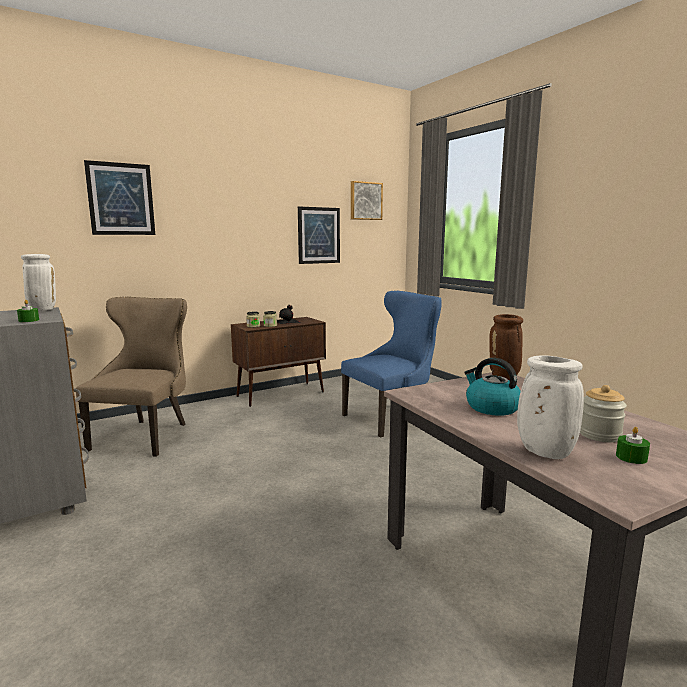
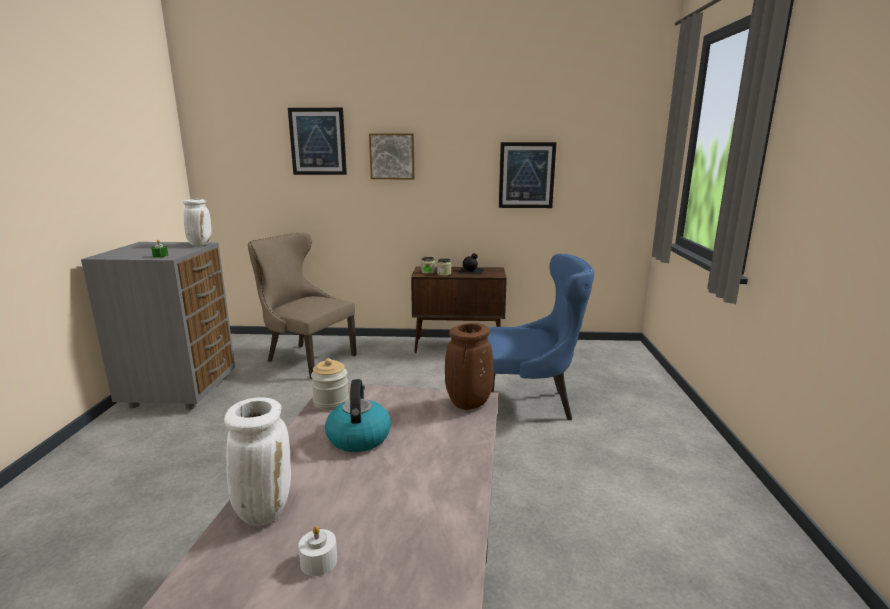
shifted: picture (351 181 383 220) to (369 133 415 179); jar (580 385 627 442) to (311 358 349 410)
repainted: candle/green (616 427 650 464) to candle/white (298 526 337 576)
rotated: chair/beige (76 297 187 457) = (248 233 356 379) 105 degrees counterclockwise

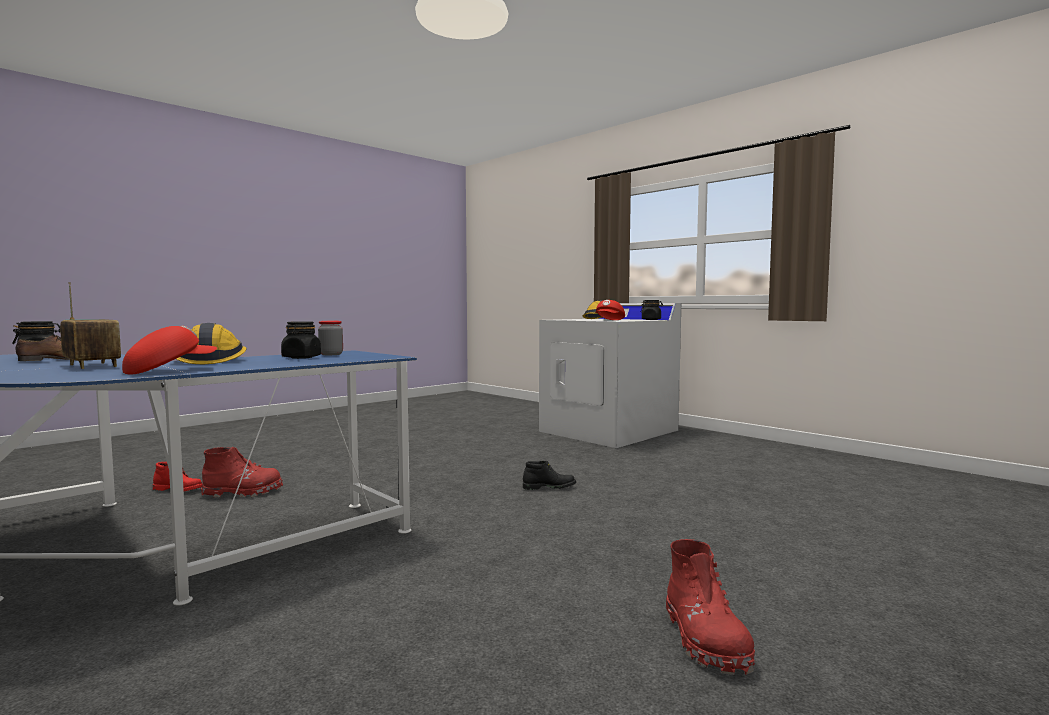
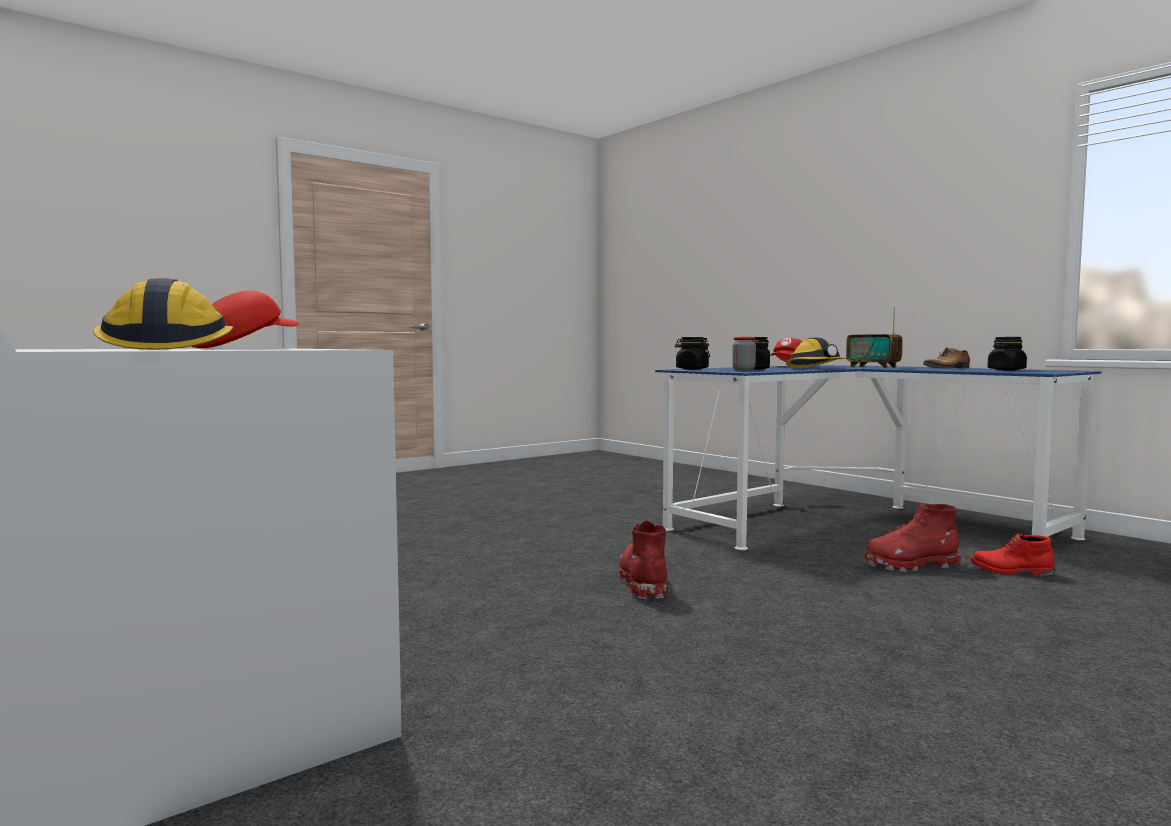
gone: boot/black (523 461 576 490)
shifted: jar/black (640 300 663 320) to (675 337 710 370); boot/red (666 539 755 675) to (619 520 668 599)

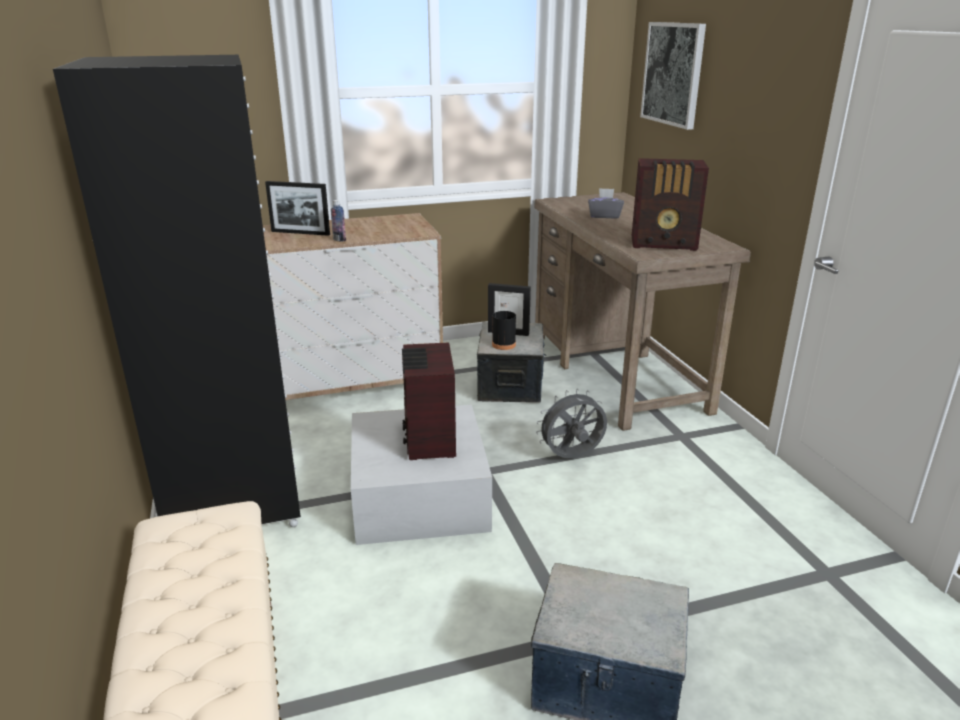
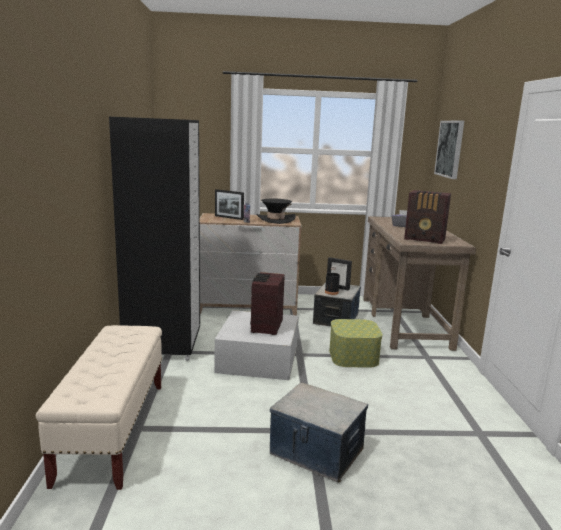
new: hat/black (257 198 296 224)
swapped: fan/grey (536 389 607 458) to storage box (329 319 383 368)

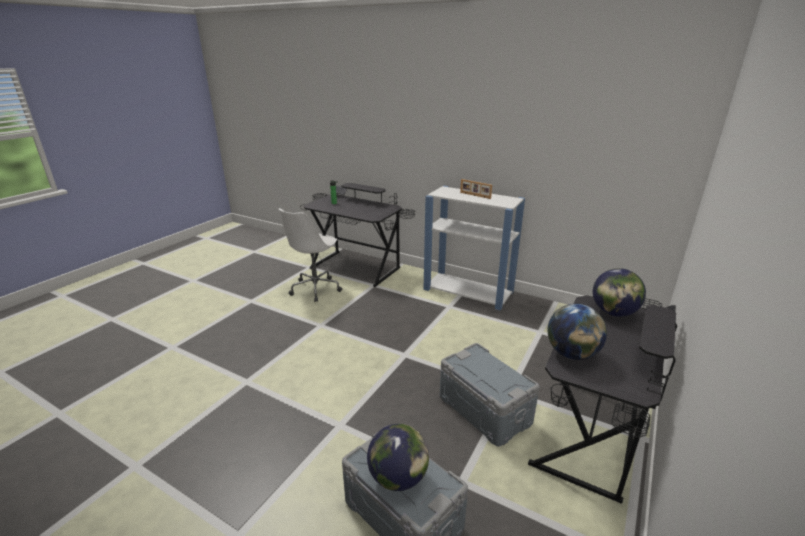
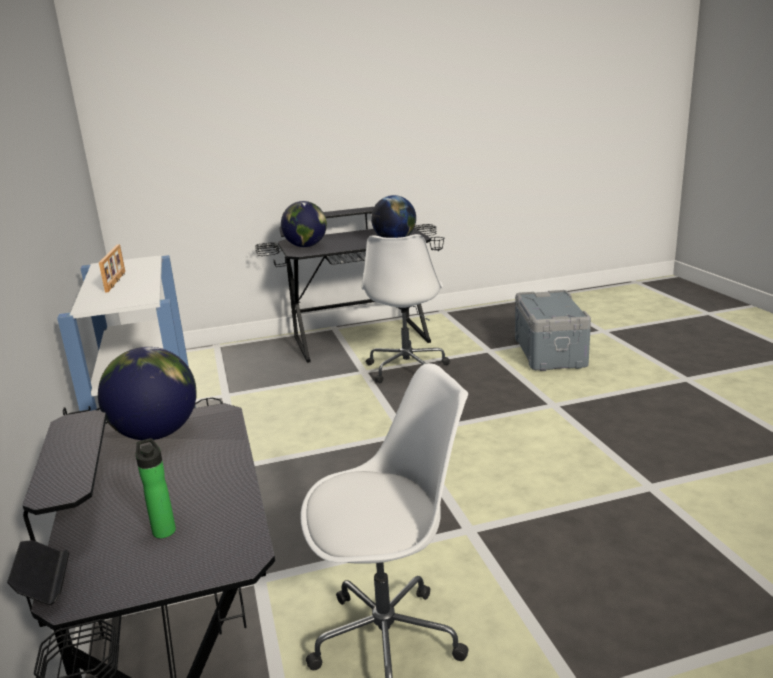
shifted: globe (367 424 429 491) to (98 347 197 440)
swapped: storage box/grey (440 343 540 447) to office chair/white (362 234 450 383)

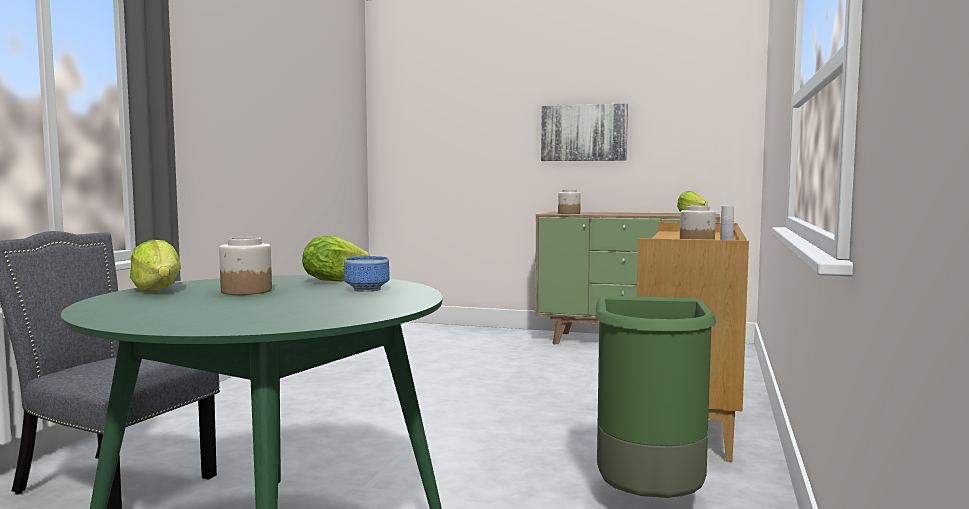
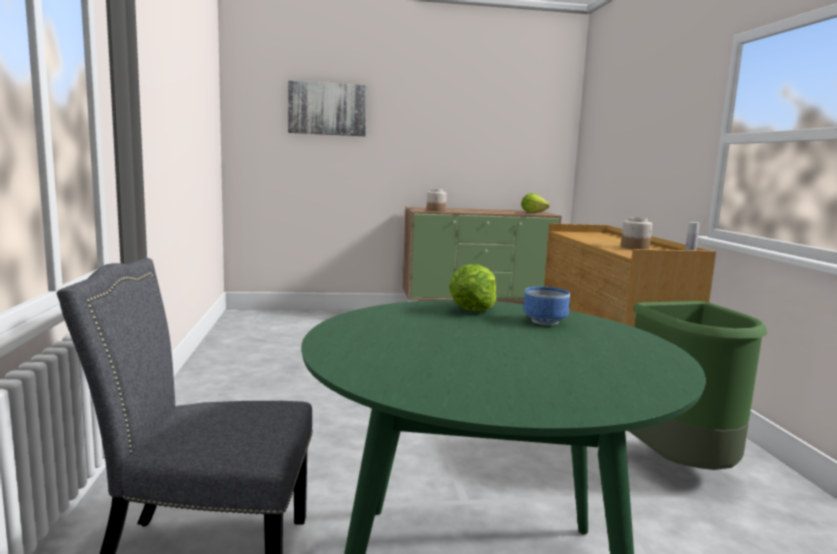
gone: lettuce (130 240 181 292); jar (219 237 272 295)
shifted: picture (541 103 628 161) to (288 80 367 136)

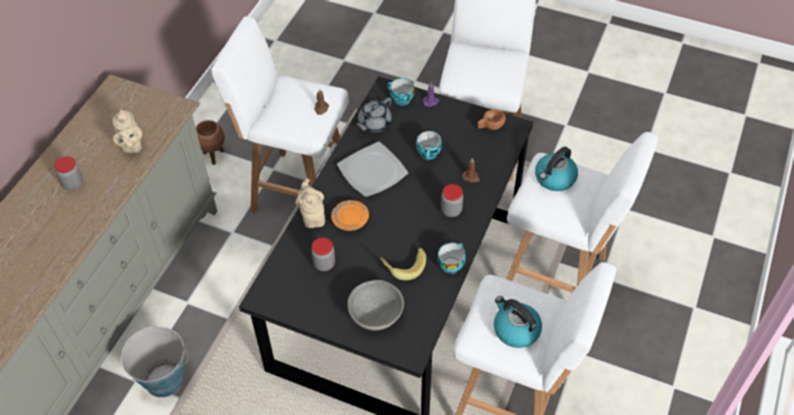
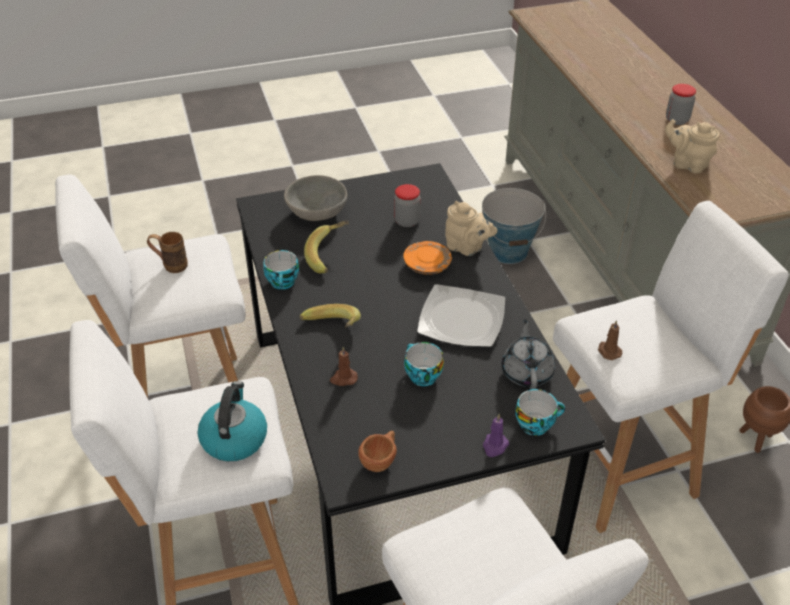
swapped: jar (441 184 463 217) to banana (300 304 361 328); kettle (494 296 542 348) to mug/brown (147 232 188 273)

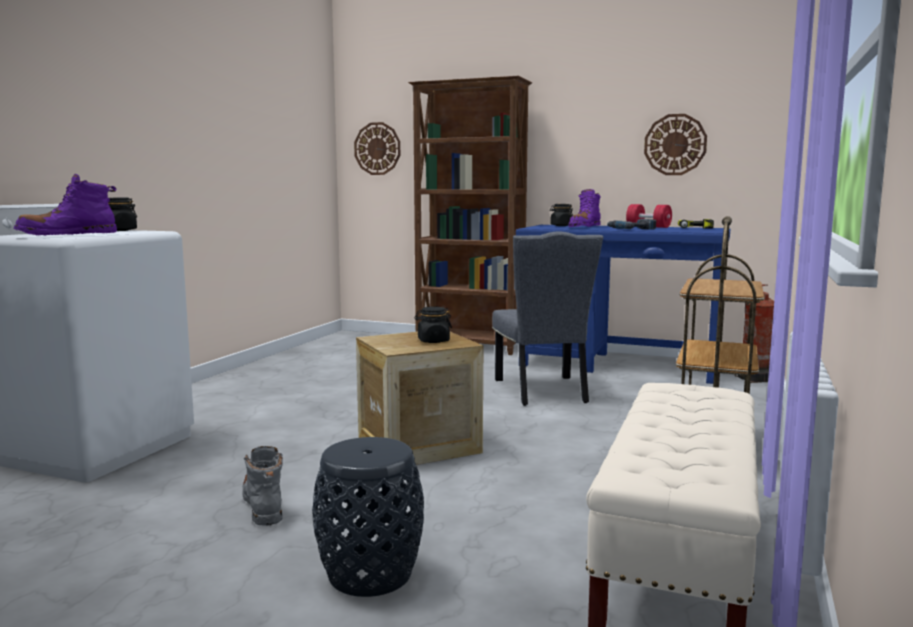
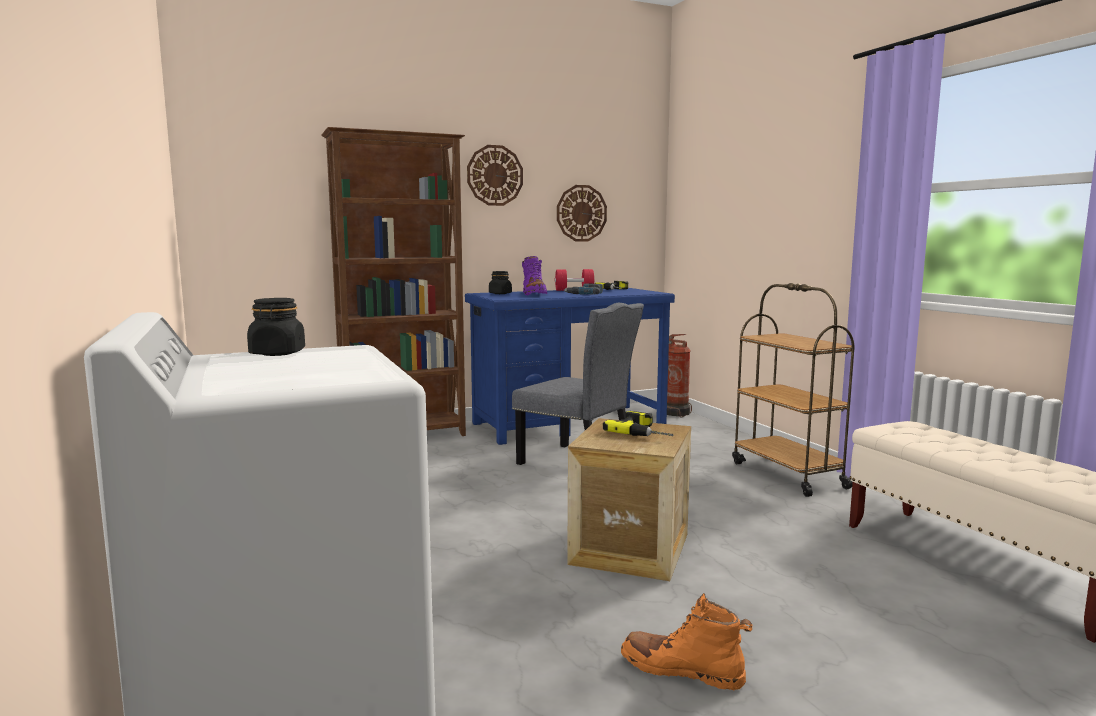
gone: boot/purple (14 174 117 236); stool/black (312 437 424 597)
shifted: wall clock (354 122 400 175) to (467 145 523 206)
swapped: jar/black (414 307 452 343) to power drill (603 411 673 436)
repainted: boot/grey (242 446 283 526) to boot/orange (621 593 752 690)

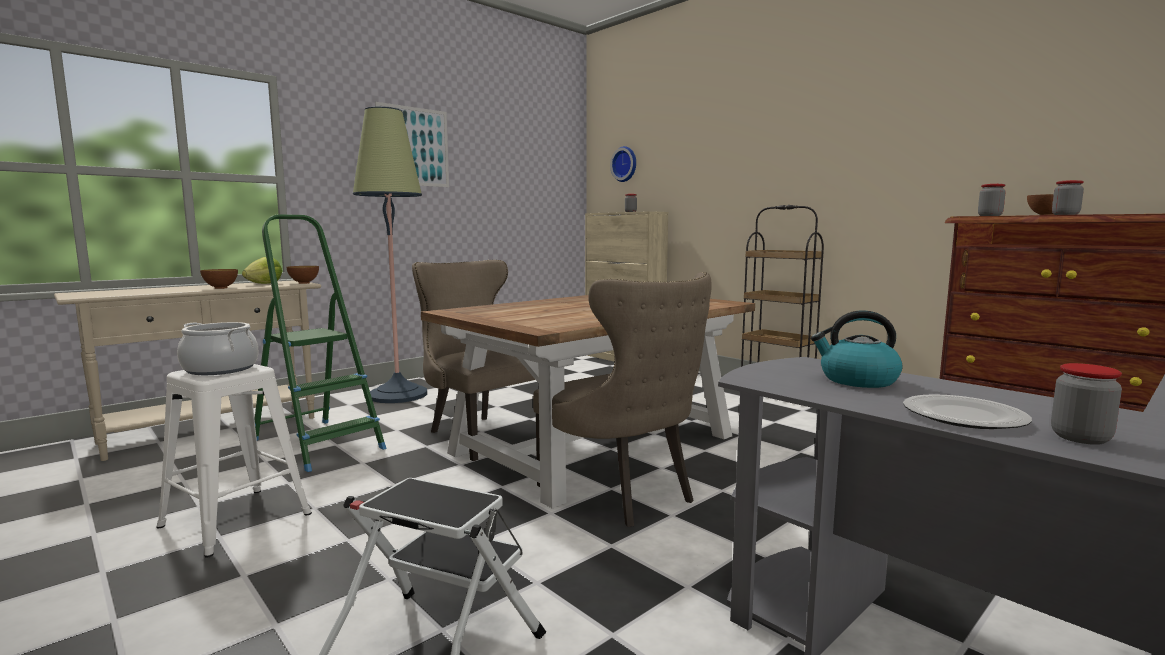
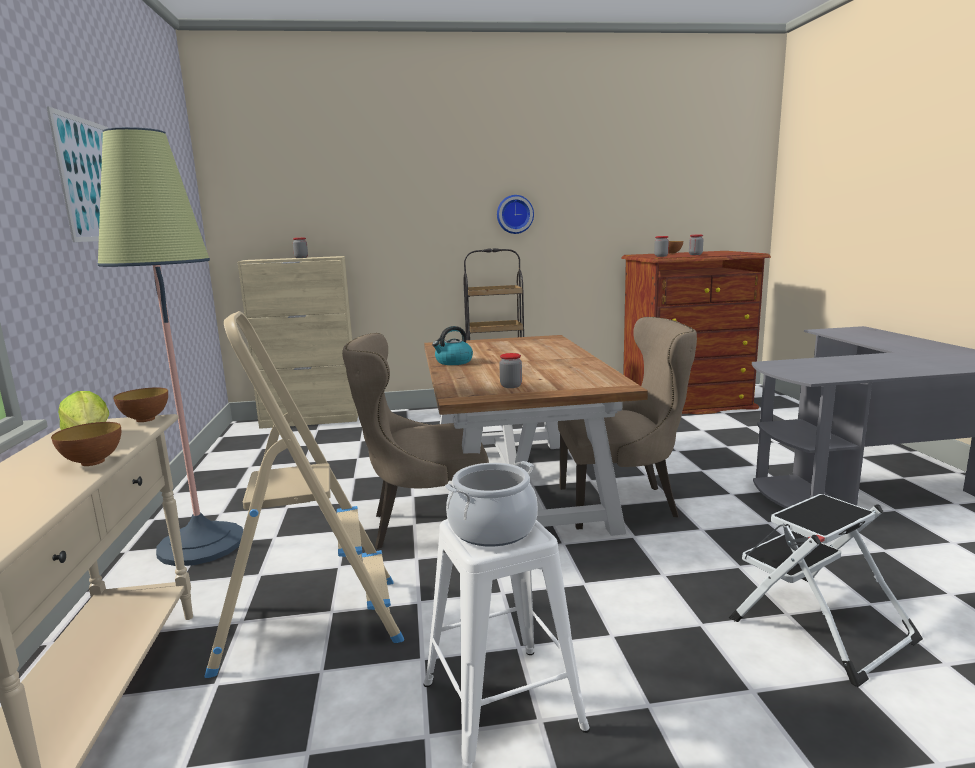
gone: plate (903 394 1032 429)
shifted: wall clock (610 146 636 182) to (497 195 534 234); kettle (811 310 902 388) to (432 326 473 365); jar (1051 363 1122 445) to (499 353 522 388)
repainted: step ladder/green (255 214 386 472) to step ladder/beige (204 311 404 678)

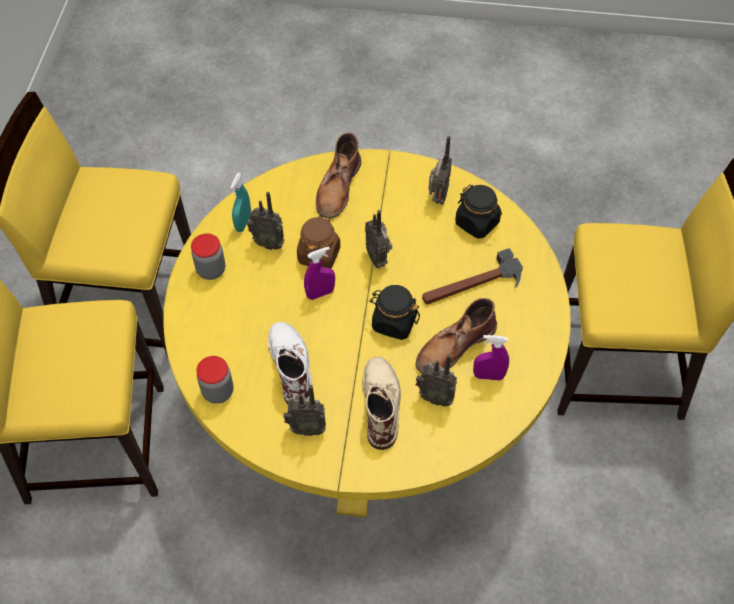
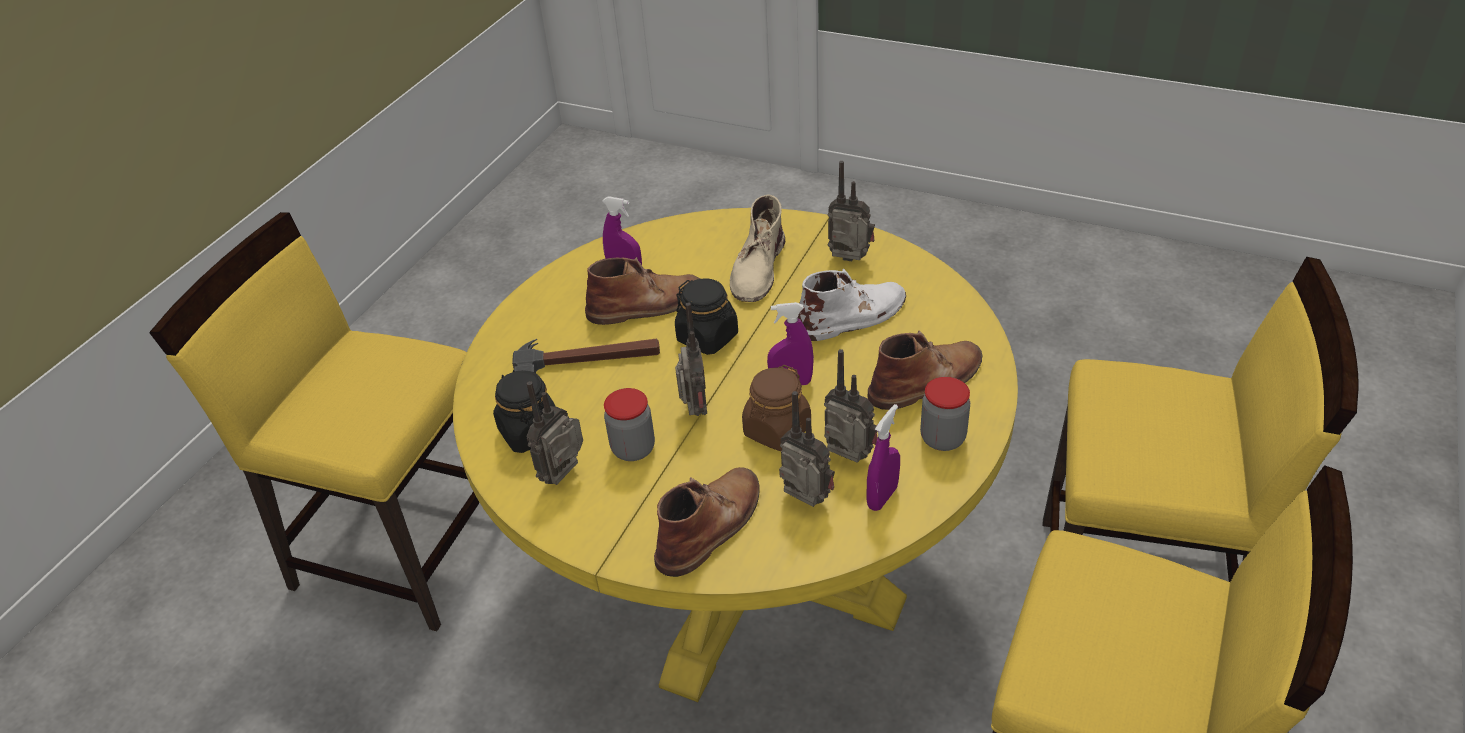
new: boot/brown (867 331 983 410)
shifted: jar (196 356 234 404) to (604 388 655 461); radio (416 354 457 407) to (779 391 835 507)
repainted: spray bottle/turquoise (230 173 251 232) to spray bottle/purple (866 404 900 511)
rotated: boot/white (268 322 312 404) = (798 269 906 341) 120 degrees counterclockwise

